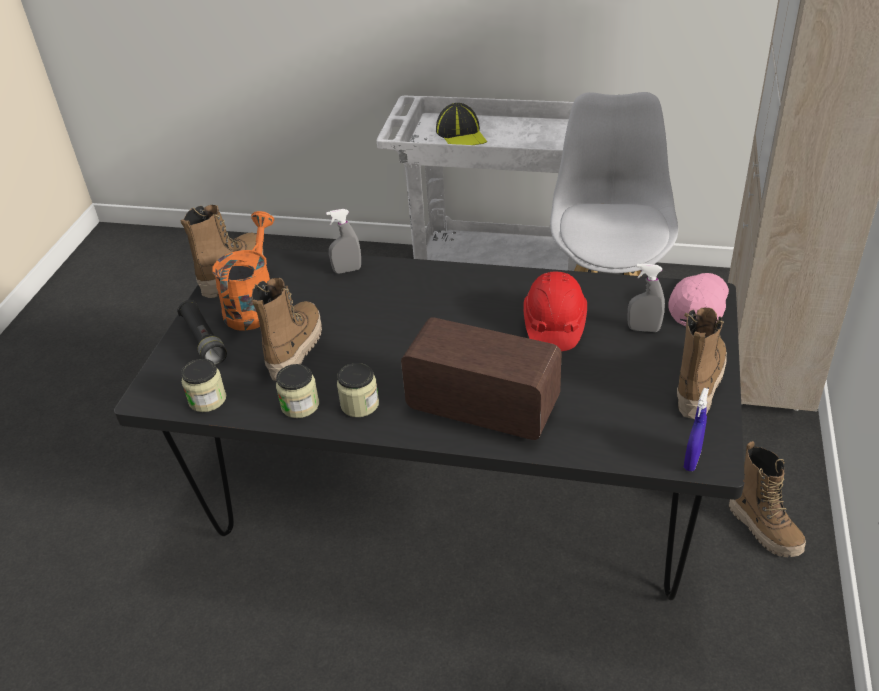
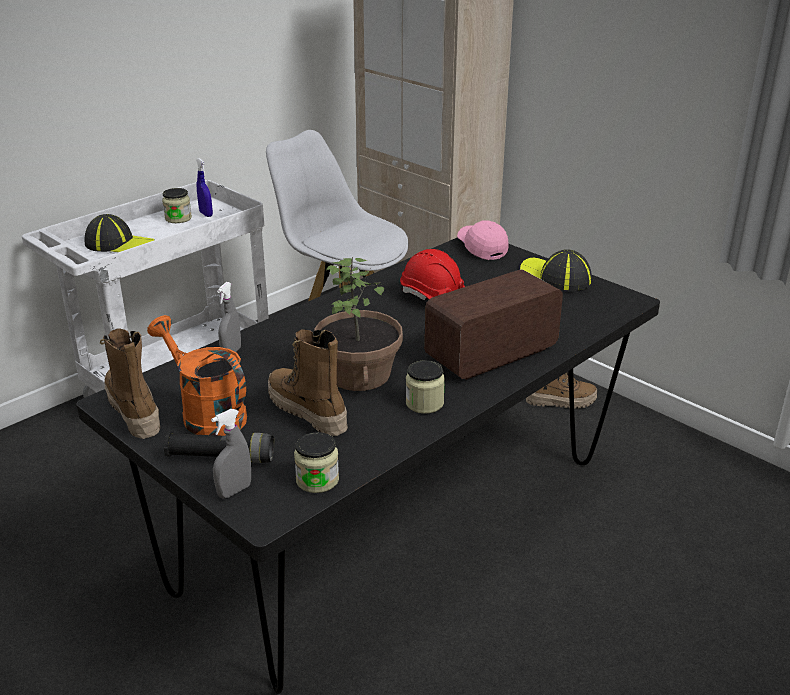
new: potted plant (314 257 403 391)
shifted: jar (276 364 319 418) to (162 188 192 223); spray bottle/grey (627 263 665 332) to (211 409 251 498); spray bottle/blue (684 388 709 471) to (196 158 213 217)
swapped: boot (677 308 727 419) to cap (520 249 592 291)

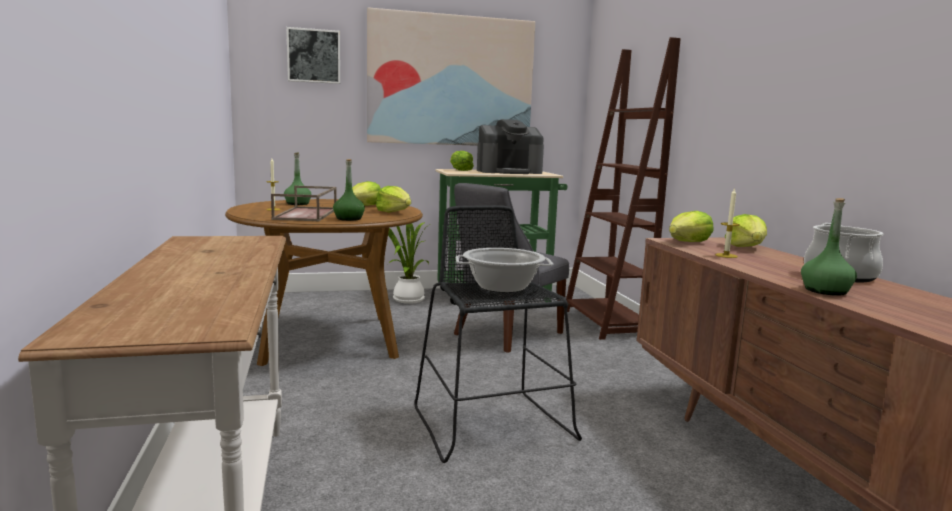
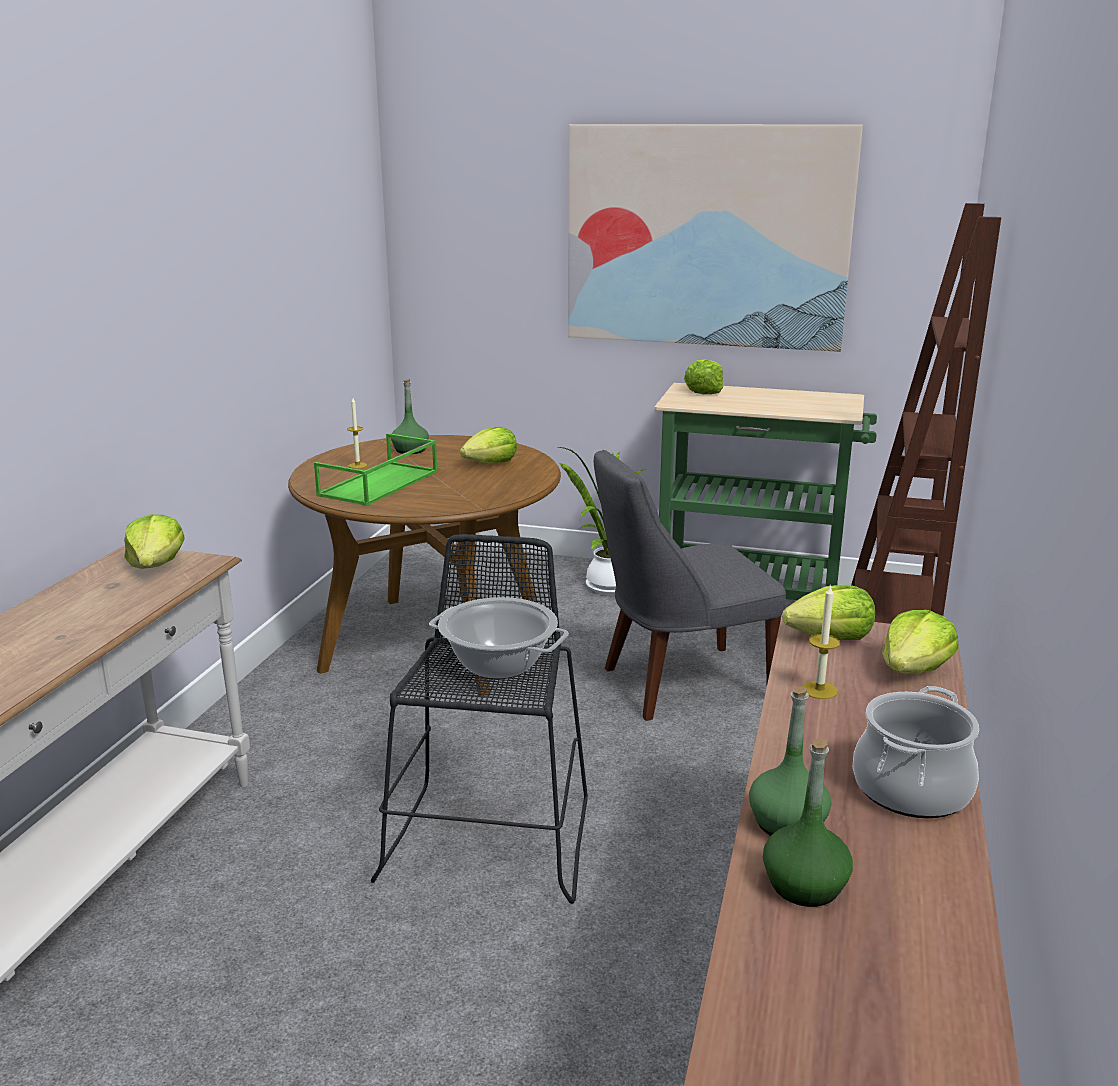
gone: picture (287 27 340 84); coffee machine (477 119 544 174)
shifted: bottle/green (333 159 365 221) to (763 738 853 907); lettuce (376 186 411 213) to (124 514 185 569)
repainted: tray/brown (271 186 337 221) to tray/green (314 433 438 506)

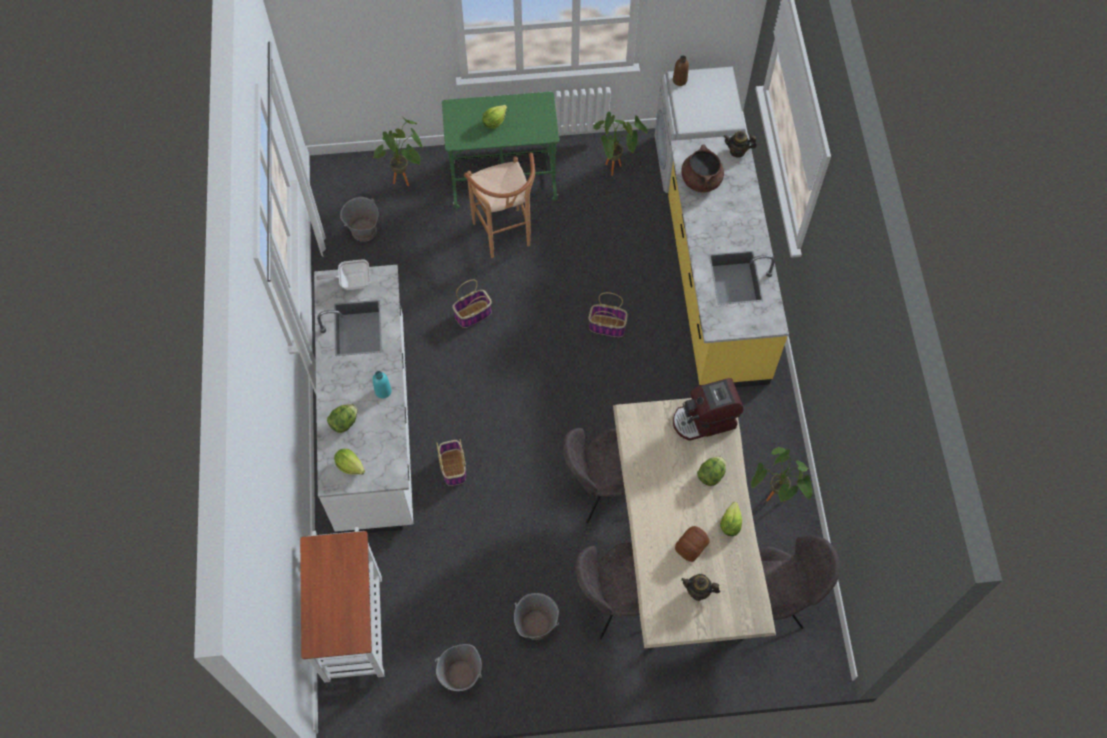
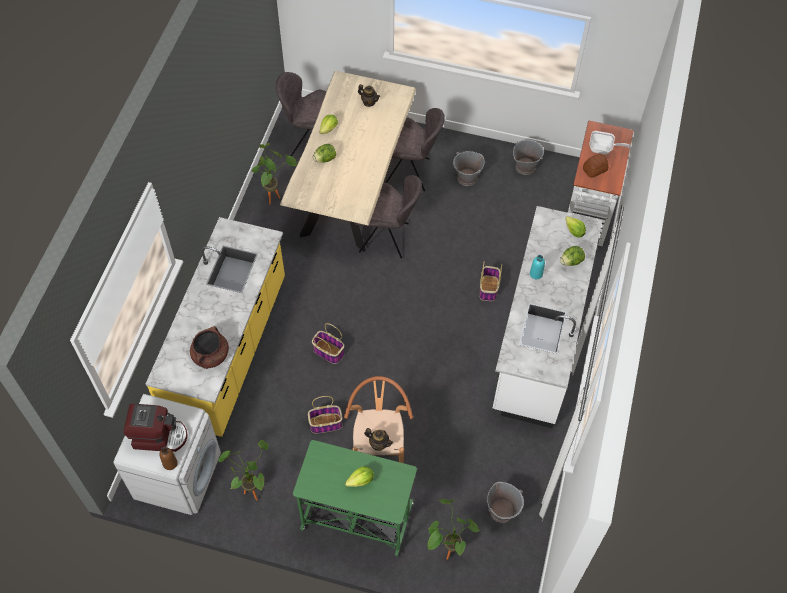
shifted: frying pan (316 259 370 290) to (589 131 631 154); basket (452 280 492 328) to (308 396 343 433); coffee machine (673 378 743 441) to (124 404 187 452); bread (675 526 710 562) to (583 154 608 178); teapot (723 131 757 158) to (364 428 393 451)

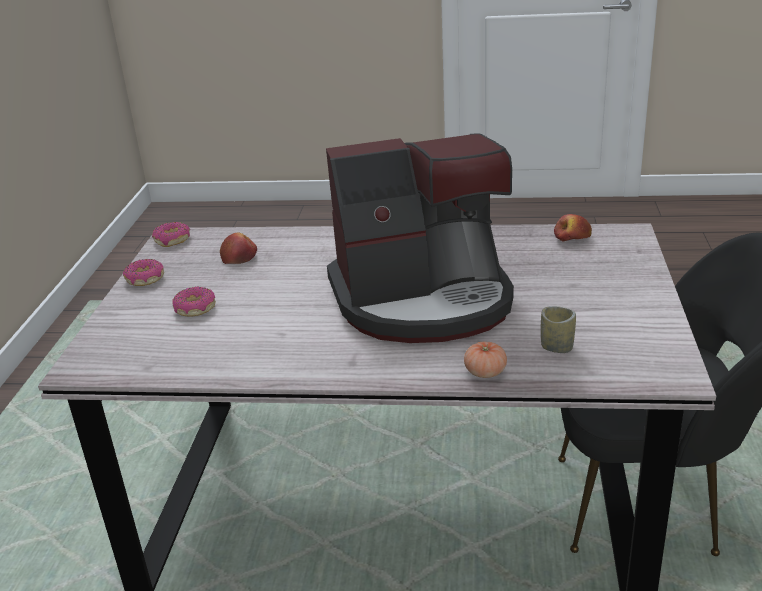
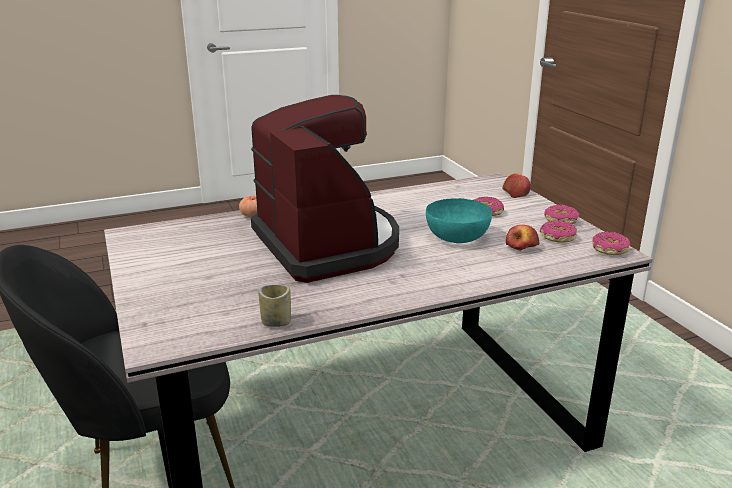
new: bowl/turquoise (426 198 492 243); donut (540 220 577 242)
shifted: cup (541 306 576 353) to (259 285 291 327); apple (554 214 592 242) to (503 173 531 198)
rotated: coffee machine (326 133 514 343) = (251 95 399 283) 105 degrees clockwise

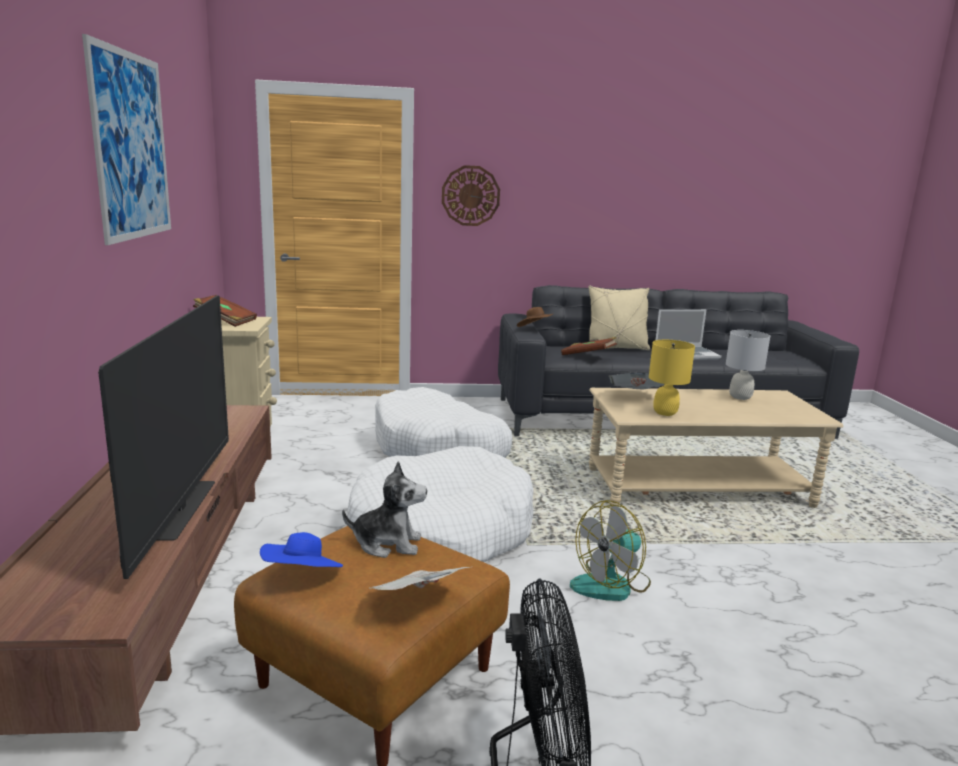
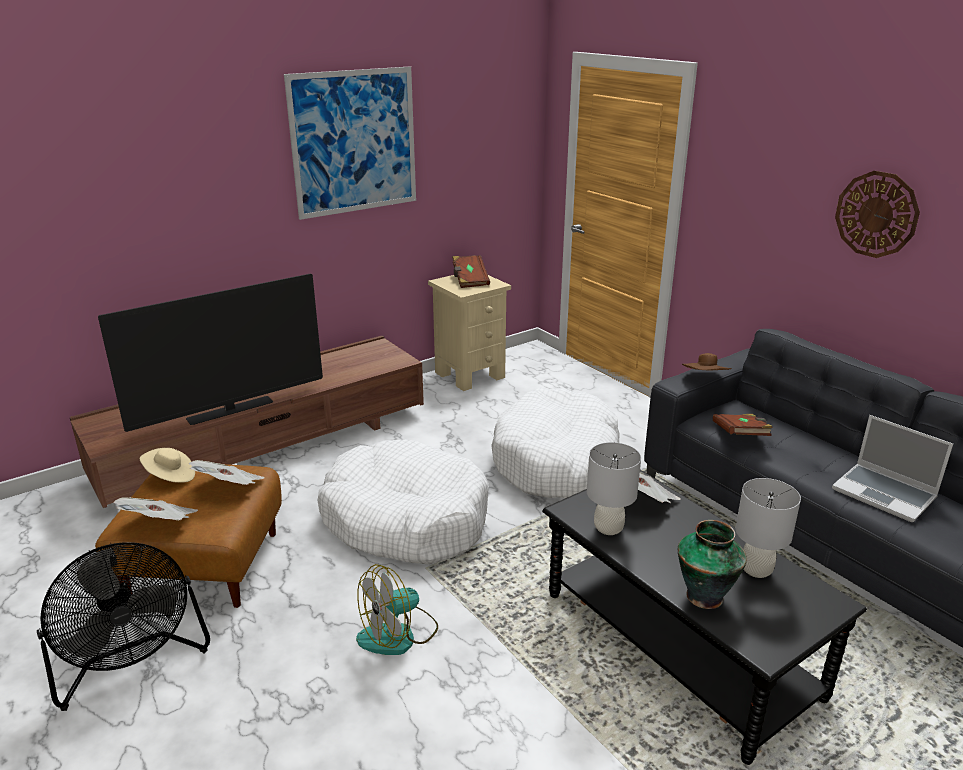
gone: pillow/beige (588 285 650 350)
new: vase (678 520 747 609)
shifted: wall clock (442 165 500 226) to (835 171 920 258)
swapped: plush toy (342 461 427 558) to newspaper (189 460 265 485)
repainted: hat/blue (260 532 343 567) to hat/beige (140 448 195 483); coffee table/beige (589 388 843 508) to coffee table/black (542 470 867 765); table lamp/yellow (649 340 695 416) to table lamp/grey (587 442 641 535)
rotated: fan (570 500 651 601) = (356 564 438 655) 60 degrees counterclockwise

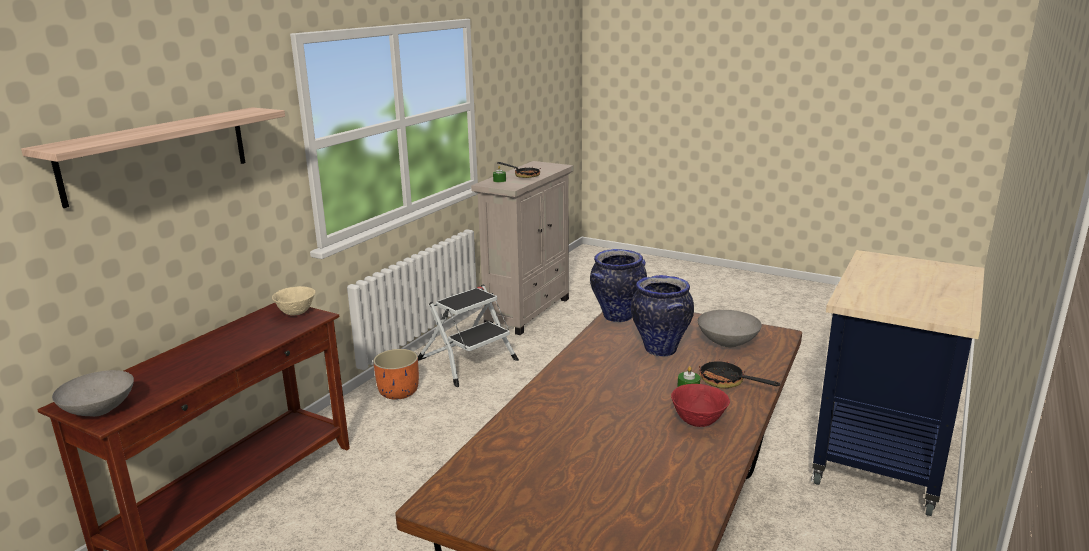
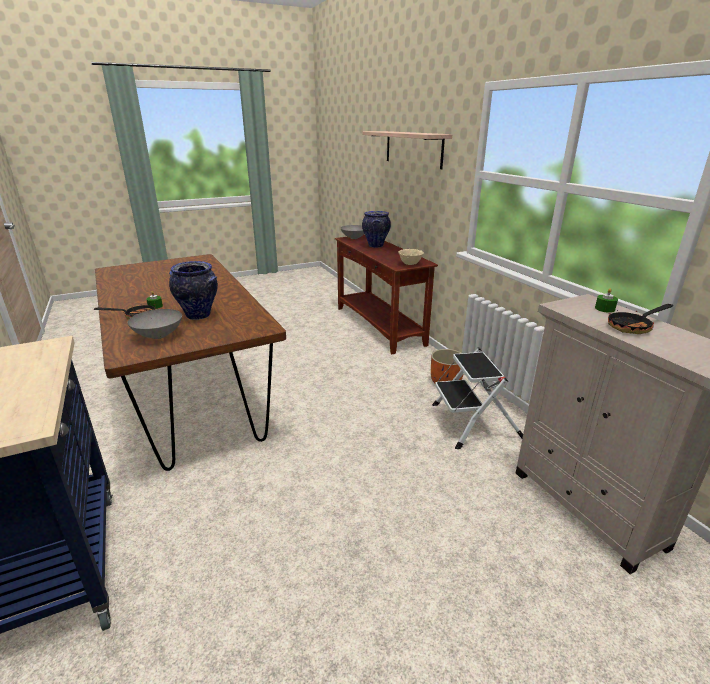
gone: bowl/red (671 384 730 427)
shifted: vase (590 249 647 322) to (362 211 391 248)

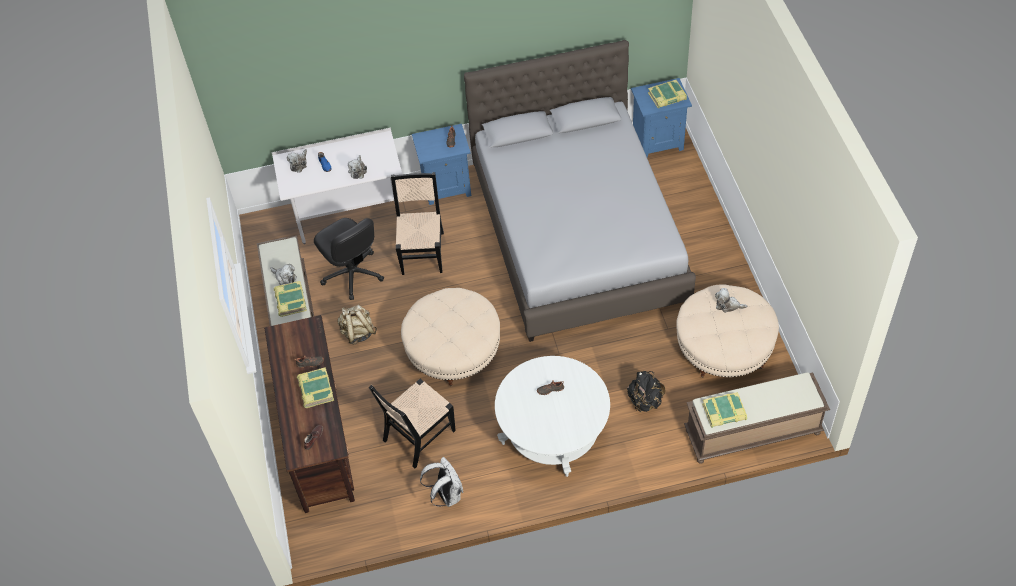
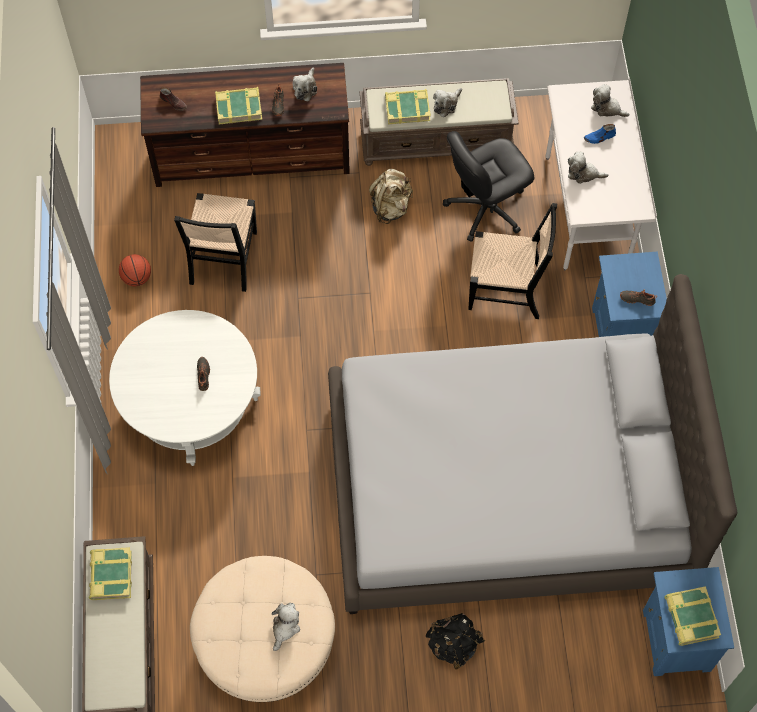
gone: ottoman/beige (401 288 500 386)
new: plush toy (293 68 317 102)
shifted: backpack/black (627 371 665 412) to (426 613 485 670)
swapped: backpack/white (420 457 463 507) to basketball (119 254 151 286)
rotated: chair (369 379 456 469) = (174 193 257 292) 135 degrees counterclockwise

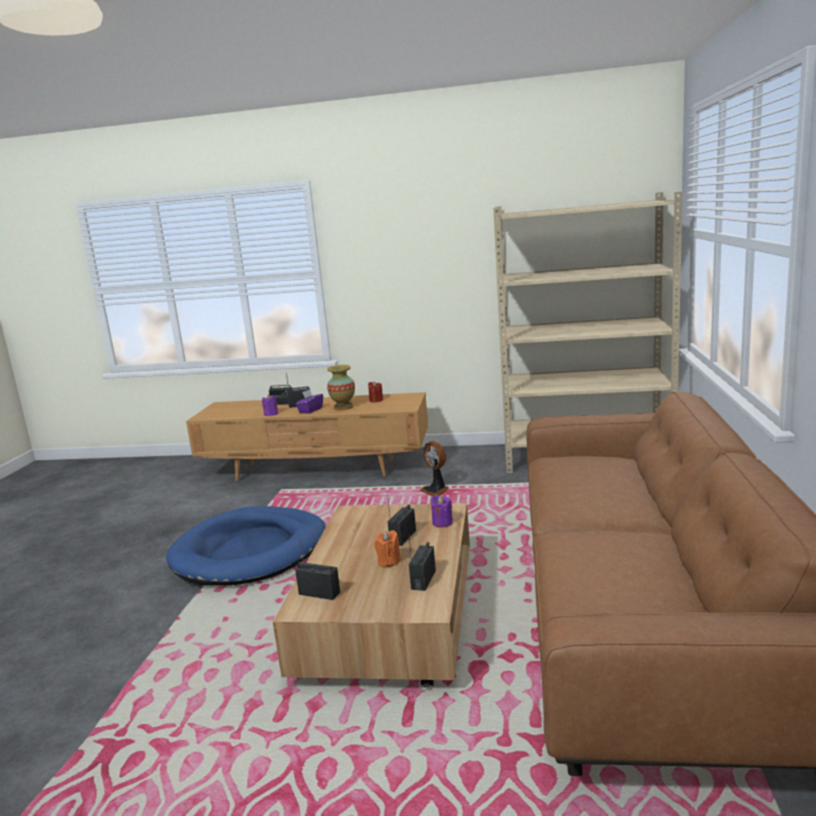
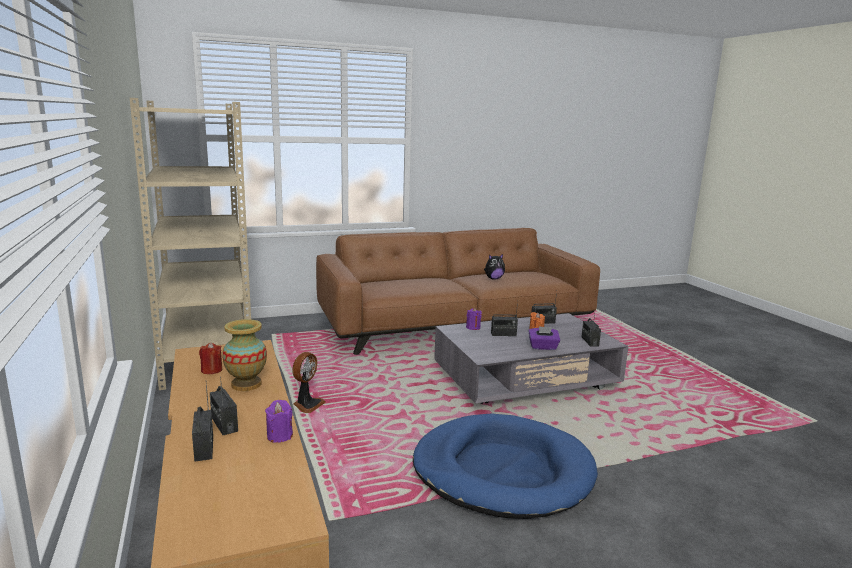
new: plush toy (484 254 505 280)
shifted: tissue box/purple (295 389 323 414) to (528 326 560 350)
repainted: coffee table/brown (273 503 470 687) to coffee table/grey (434 313 629 404)

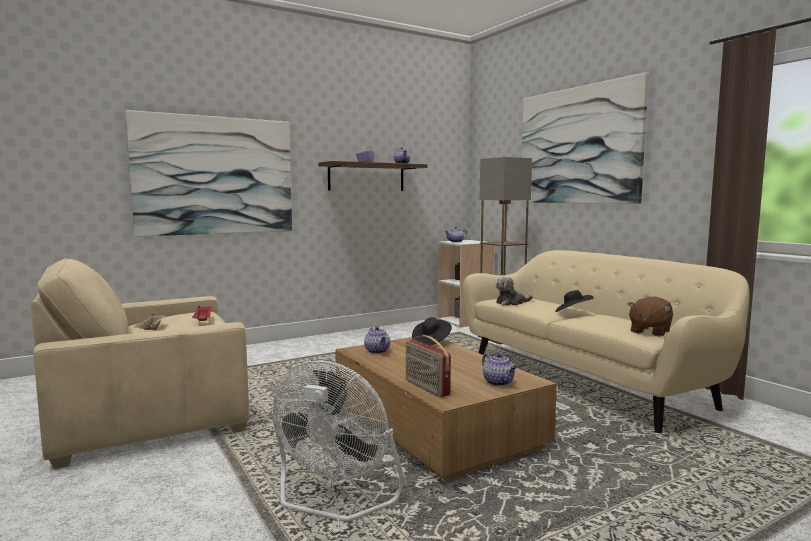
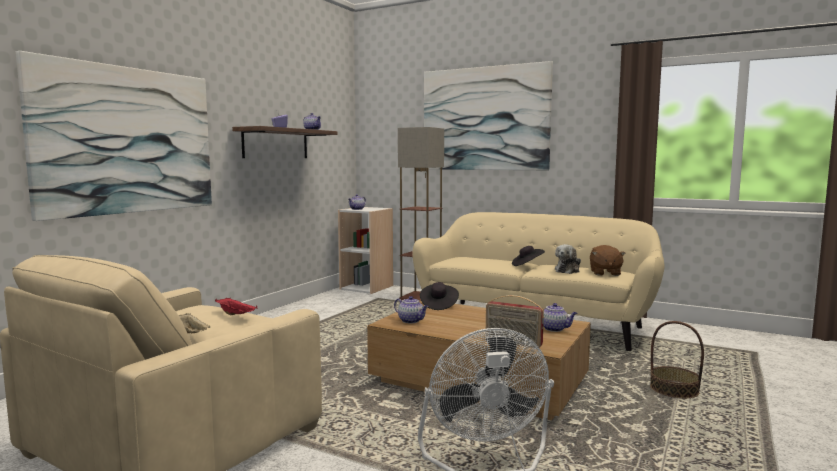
new: basket (650 321 704 398)
shifted: plush toy (496 276 533 305) to (555 244 581 274)

